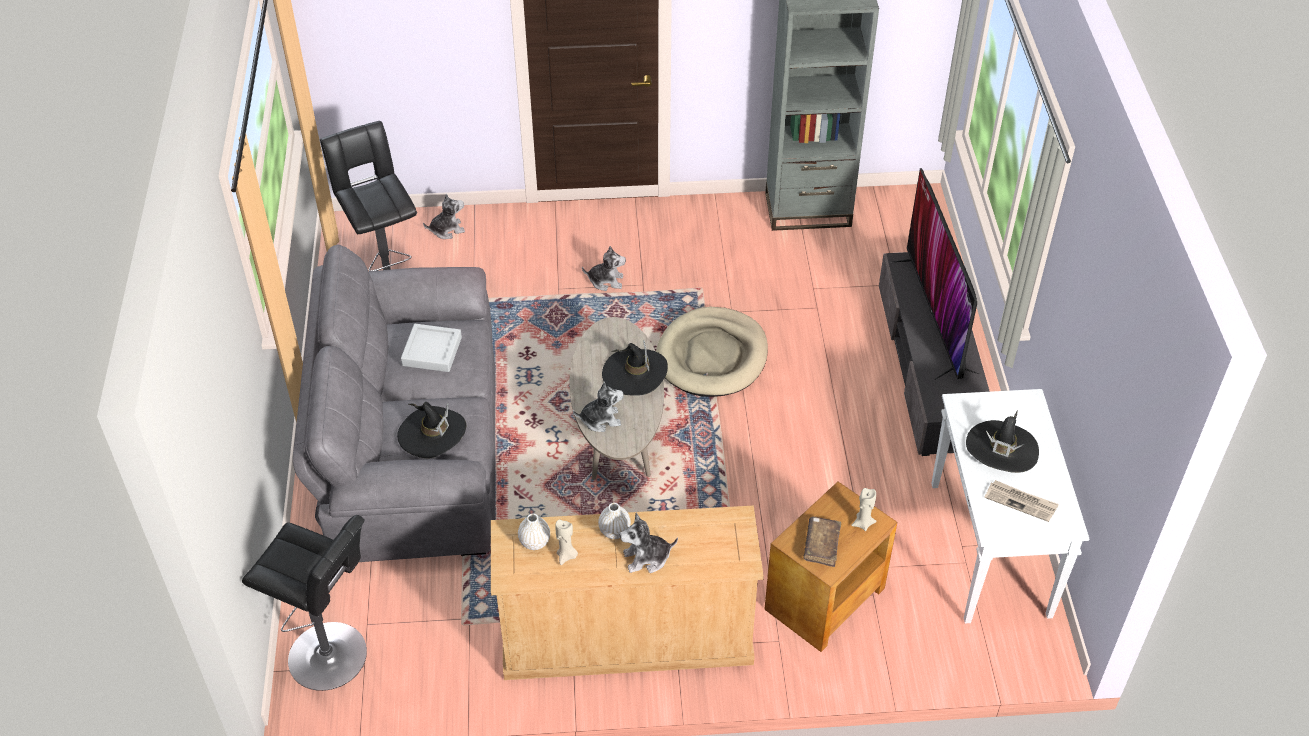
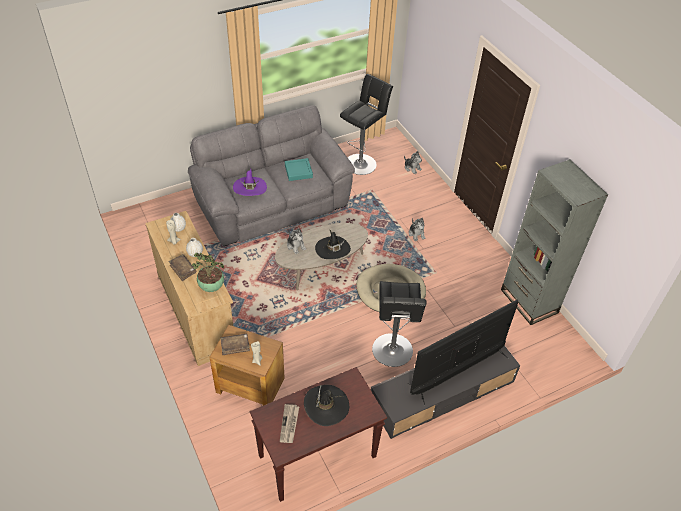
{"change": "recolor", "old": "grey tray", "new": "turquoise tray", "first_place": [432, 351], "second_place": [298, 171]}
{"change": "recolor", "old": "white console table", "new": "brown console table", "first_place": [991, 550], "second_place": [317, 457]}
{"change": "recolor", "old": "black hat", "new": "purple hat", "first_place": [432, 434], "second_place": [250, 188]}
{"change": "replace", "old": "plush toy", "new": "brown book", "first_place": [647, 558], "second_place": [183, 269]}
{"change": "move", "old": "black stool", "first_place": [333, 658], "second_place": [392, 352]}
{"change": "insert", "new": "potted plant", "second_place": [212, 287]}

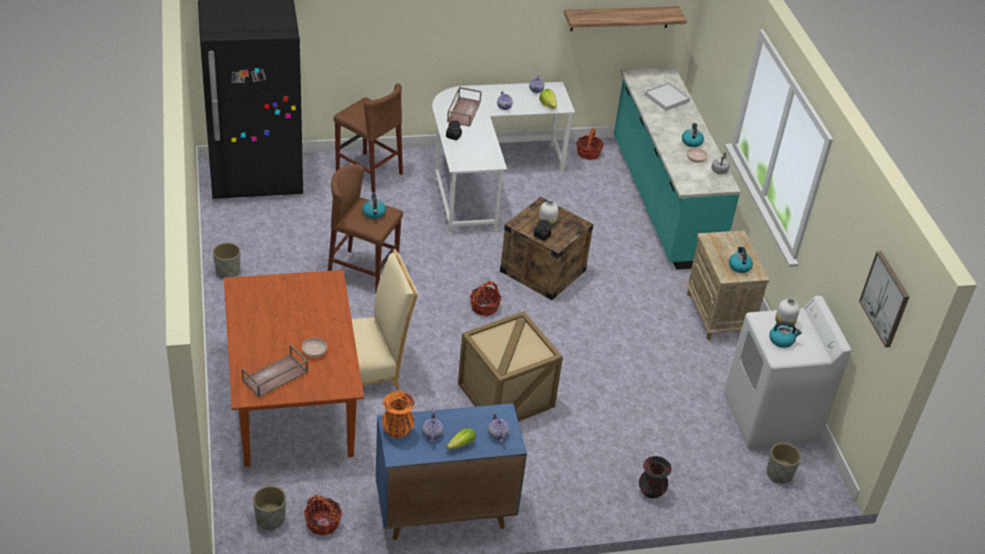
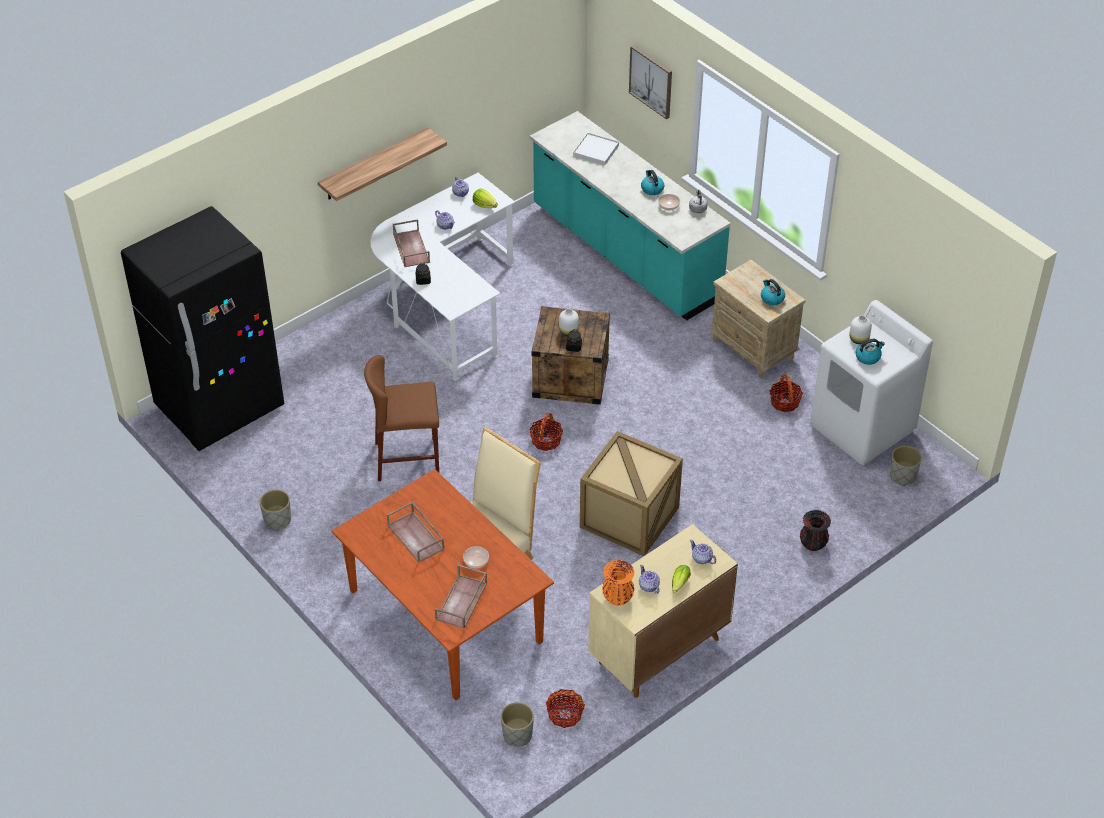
{"change": "move", "old": "shelf", "first_place": [620, 18], "second_place": [374, 164]}
{"change": "delete", "old": "brown stool", "first_place": [369, 172]}
{"change": "move", "old": "basket", "first_place": [588, 153], "second_place": [784, 402]}
{"change": "delete", "old": "kettle", "first_place": [374, 213]}
{"change": "move", "old": "picture", "first_place": [885, 299], "second_place": [651, 81]}
{"change": "recolor", "old": "blue cabinet", "new": "beige cabinet", "first_place": [443, 512], "second_place": [658, 651]}
{"change": "insert", "new": "brown tray", "second_place": [416, 537]}

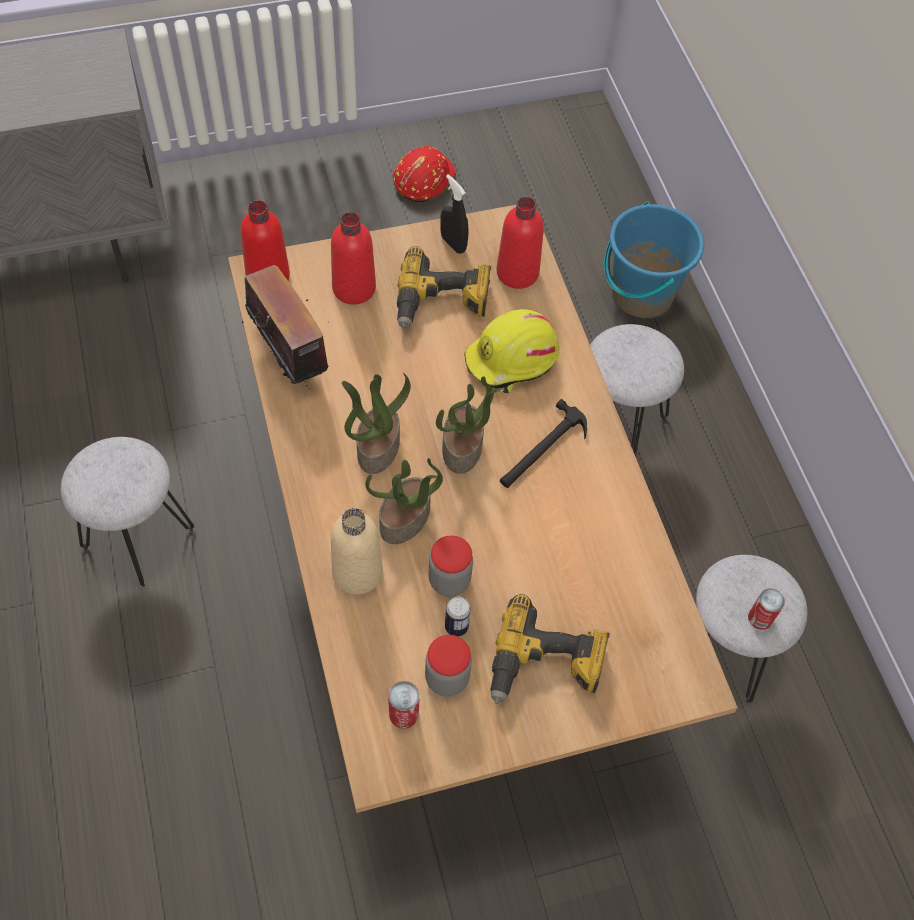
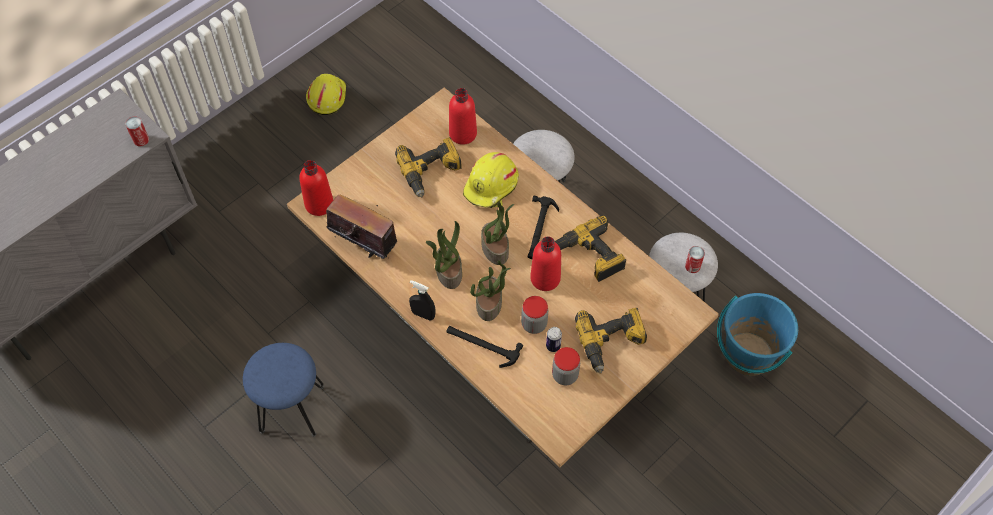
{"change": "recolor", "old": "red hard hat", "new": "yellow hard hat", "first_place": [423, 179], "second_place": [326, 97]}
{"change": "move", "old": "black spray bottle", "first_place": [453, 243], "second_place": [423, 314]}
{"change": "move", "old": "blue bucket", "first_place": [641, 294], "second_place": [748, 355]}
{"change": "move", "old": "red bottle", "first_place": [354, 288], "second_place": [545, 278]}
{"change": "recolor", "old": "grey stool", "new": "blue stool", "first_place": [138, 538], "second_place": [291, 408]}
{"change": "replace", "old": "beige bottle", "new": "hammer", "first_place": [357, 572], "second_place": [482, 345]}
{"change": "move", "old": "can", "first_place": [404, 714], "second_place": [141, 140]}
{"change": "insert", "new": "power drill", "second_place": [590, 256]}

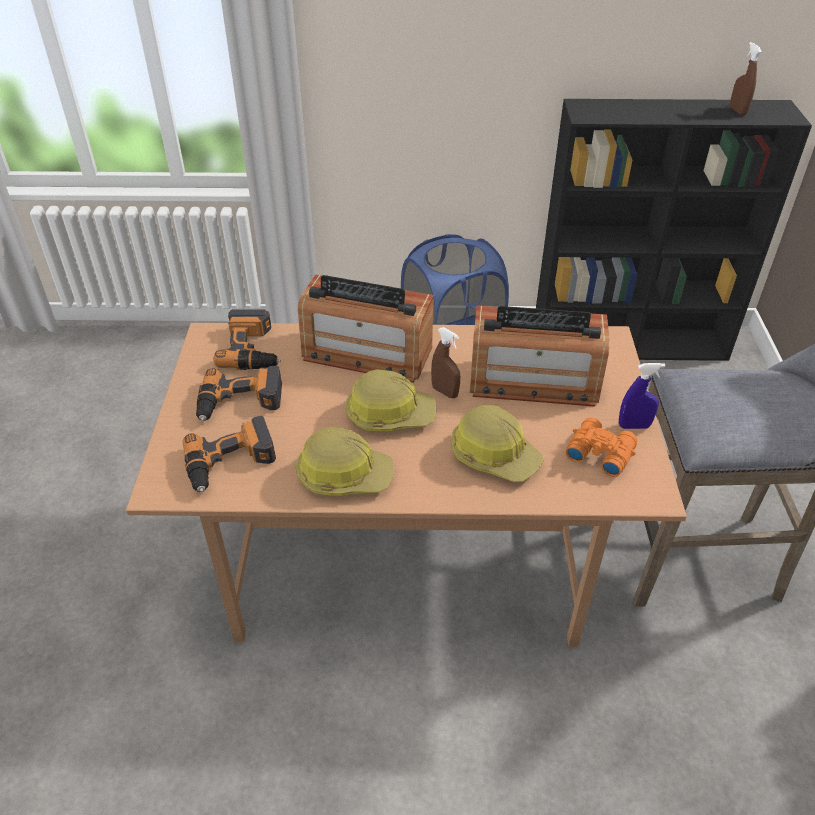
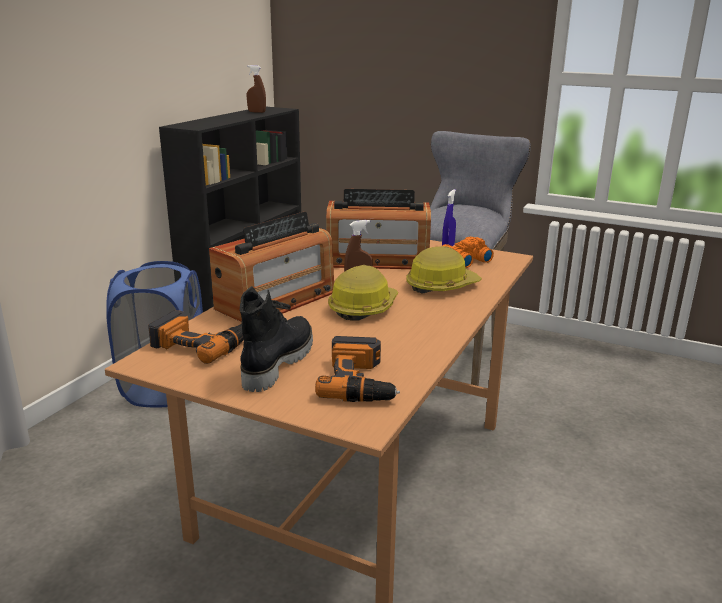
{"change": "rotate", "old": "radio", "first_place": [533, 381], "second_place": [377, 260], "degrees": 60}
{"change": "replace", "old": "power drill", "new": "black boot", "first_place": [240, 402], "second_place": [276, 363]}
{"change": "delete", "old": "hard hat", "first_place": [344, 474]}

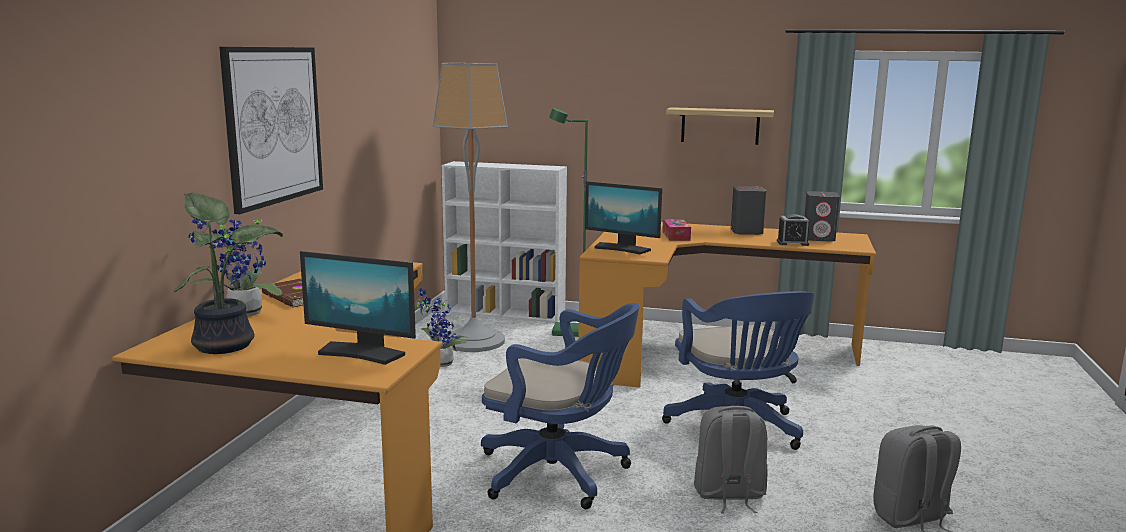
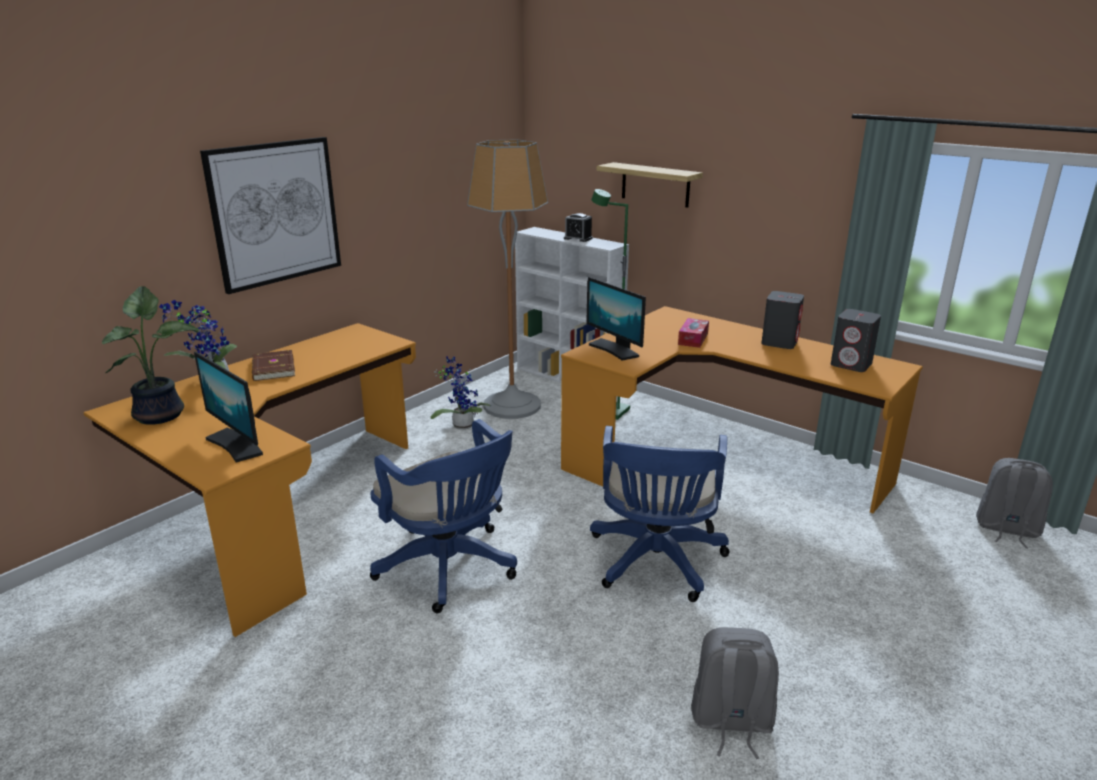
{"change": "move", "old": "shelf", "first_place": [720, 126], "second_place": [655, 184]}
{"change": "move", "old": "alarm clock", "first_place": [792, 243], "second_place": [578, 238]}
{"change": "move", "old": "grey backpack", "first_place": [729, 495], "second_place": [1006, 529]}

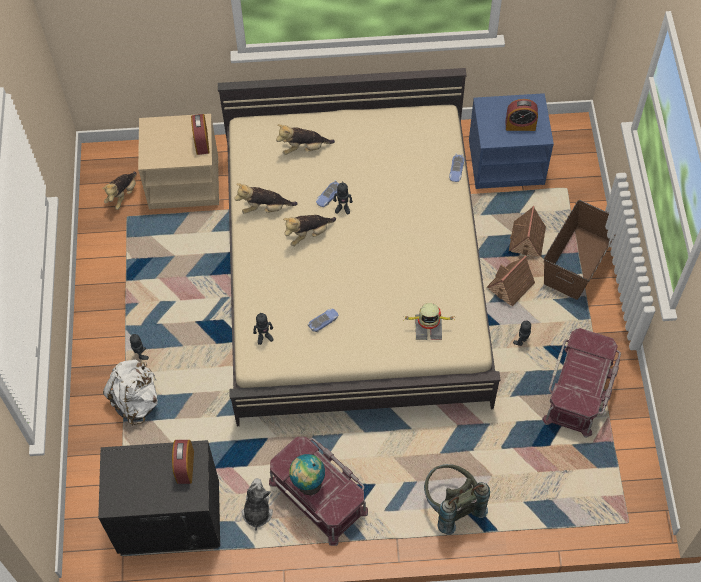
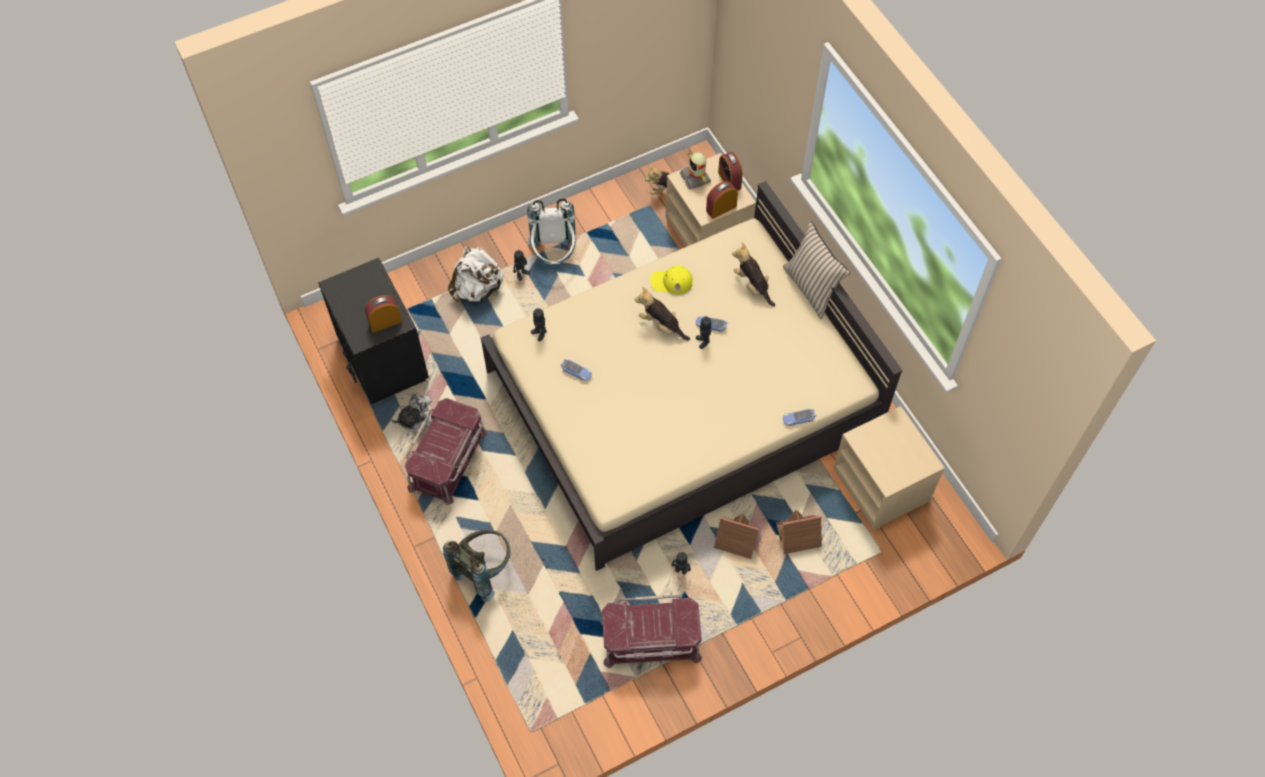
{"change": "recolor", "old": "blue nightstand", "new": "beige nightstand", "first_place": [506, 161], "second_place": [882, 485]}
{"change": "move", "old": "alarm clock", "first_place": [520, 125], "second_place": [729, 180]}
{"change": "replace", "old": "plush toy", "new": "yellow cap", "first_place": [265, 208], "second_place": [671, 282]}
{"change": "delete", "old": "brown storage box", "first_place": [576, 262]}
{"change": "move", "old": "toy robot", "first_place": [428, 327], "second_place": [696, 177]}
{"change": "delete", "old": "globe", "first_place": [307, 484]}
{"change": "insert", "new": "white backpack", "second_place": [554, 255]}
{"change": "insert", "new": "beige pillow", "second_place": [811, 288]}

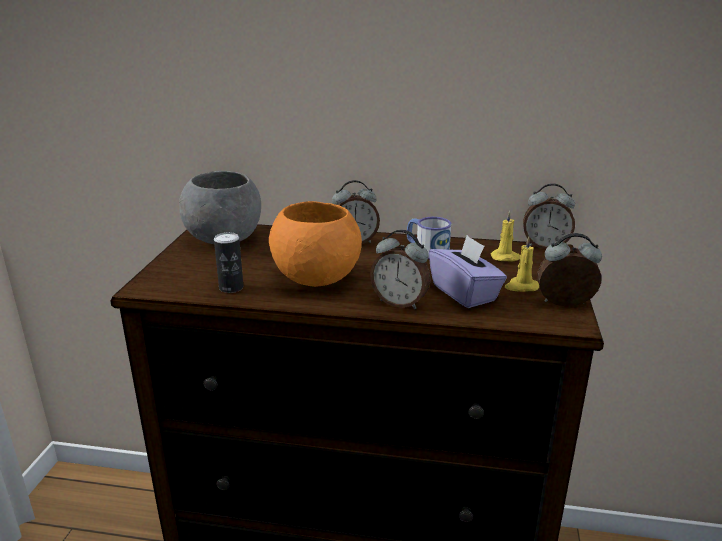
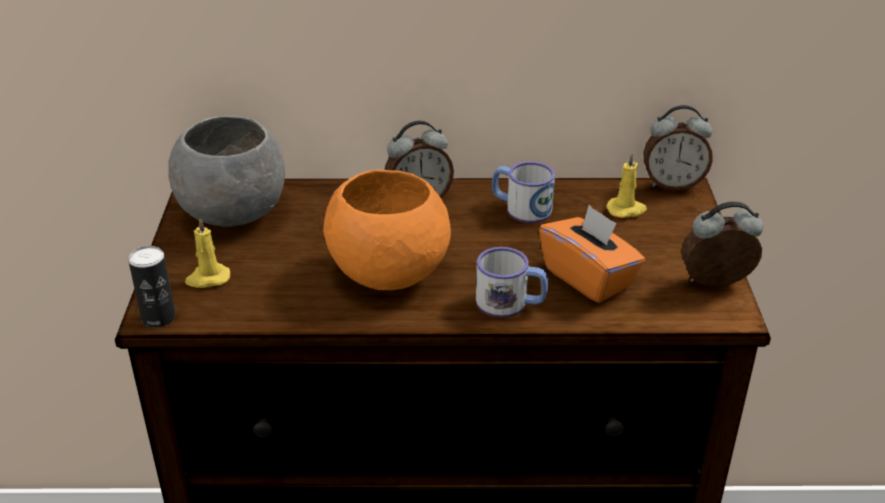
{"change": "replace", "old": "alarm clock", "new": "mug", "first_place": [400, 303], "second_place": [510, 303]}
{"change": "move", "old": "can", "first_place": [231, 287], "second_place": [158, 317]}
{"change": "recolor", "old": "purple tissue box", "new": "orange tissue box", "first_place": [465, 293], "second_place": [588, 277]}
{"change": "move", "old": "yellow candle", "first_place": [521, 287], "second_place": [207, 278]}

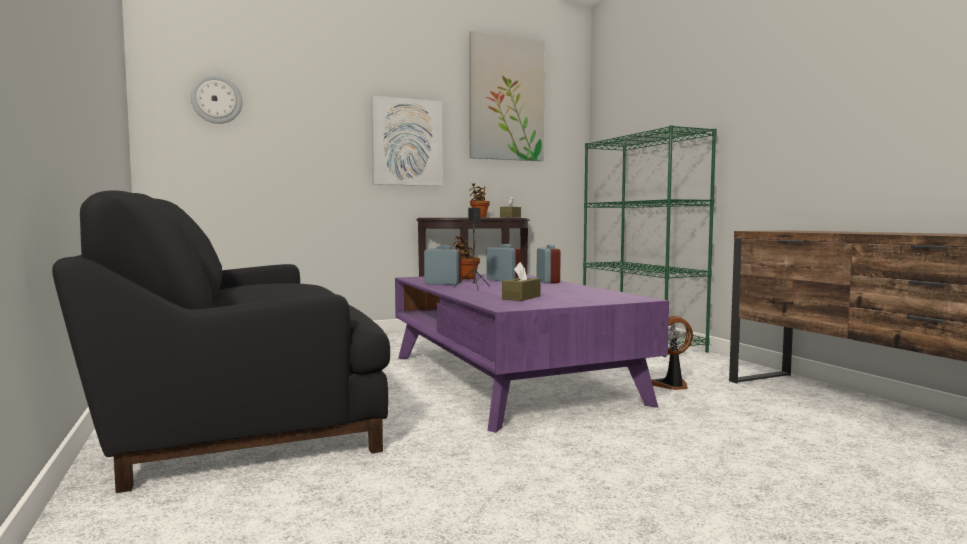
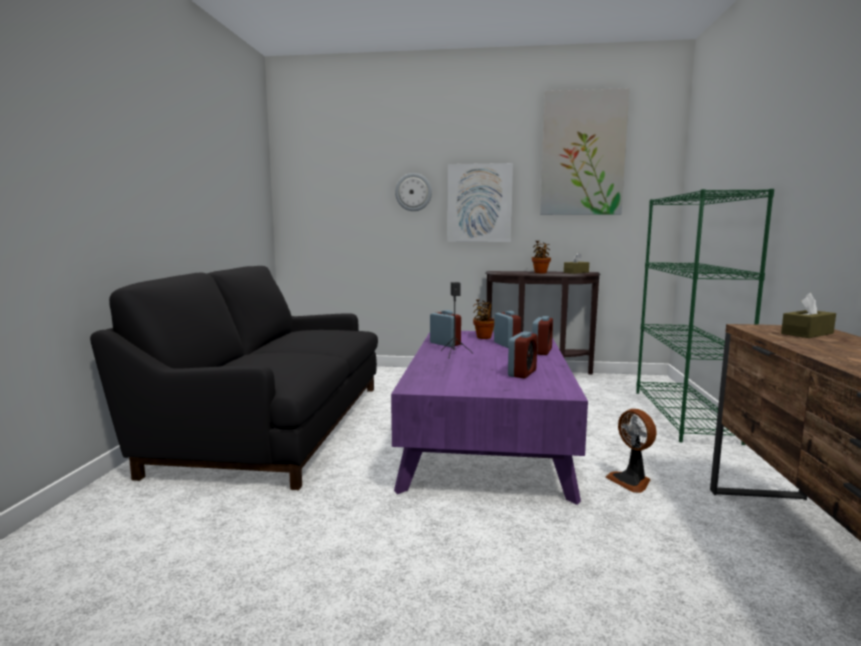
{"change": "move", "old": "wall clock", "first_place": [216, 99], "second_place": [413, 192]}
{"change": "move", "old": "brown tissue box", "first_place": [521, 297], "second_place": [807, 333]}
{"change": "rotate", "old": "fan", "first_place": [671, 386], "second_place": [631, 481], "degrees": -135}
{"change": "insert", "new": "alarm clock", "second_place": [522, 373]}

